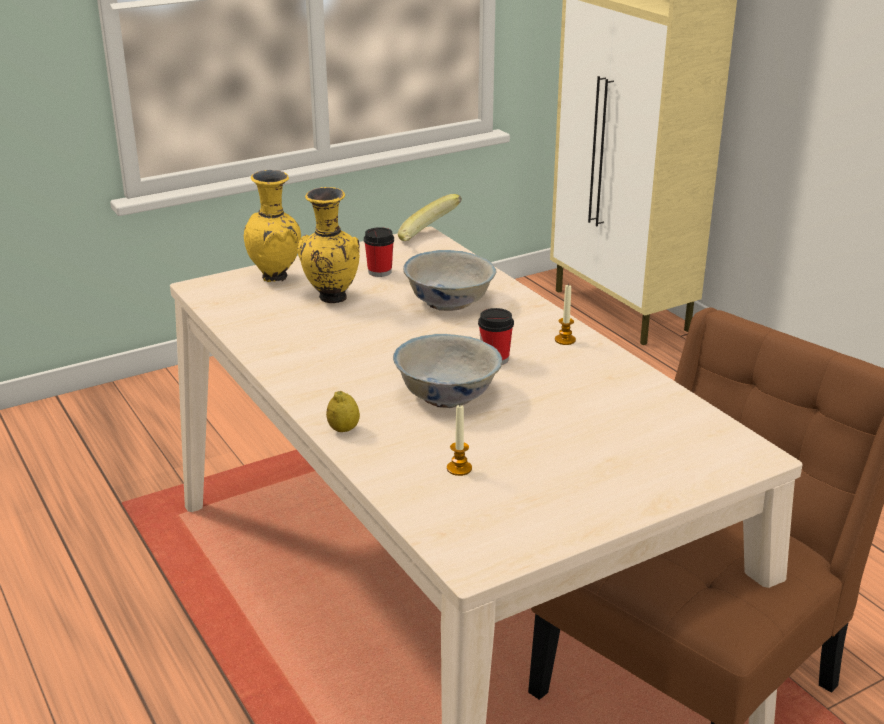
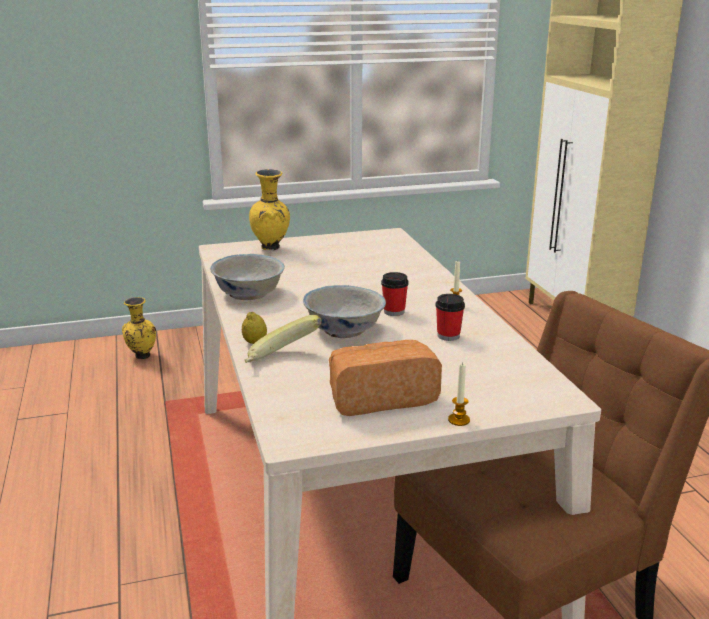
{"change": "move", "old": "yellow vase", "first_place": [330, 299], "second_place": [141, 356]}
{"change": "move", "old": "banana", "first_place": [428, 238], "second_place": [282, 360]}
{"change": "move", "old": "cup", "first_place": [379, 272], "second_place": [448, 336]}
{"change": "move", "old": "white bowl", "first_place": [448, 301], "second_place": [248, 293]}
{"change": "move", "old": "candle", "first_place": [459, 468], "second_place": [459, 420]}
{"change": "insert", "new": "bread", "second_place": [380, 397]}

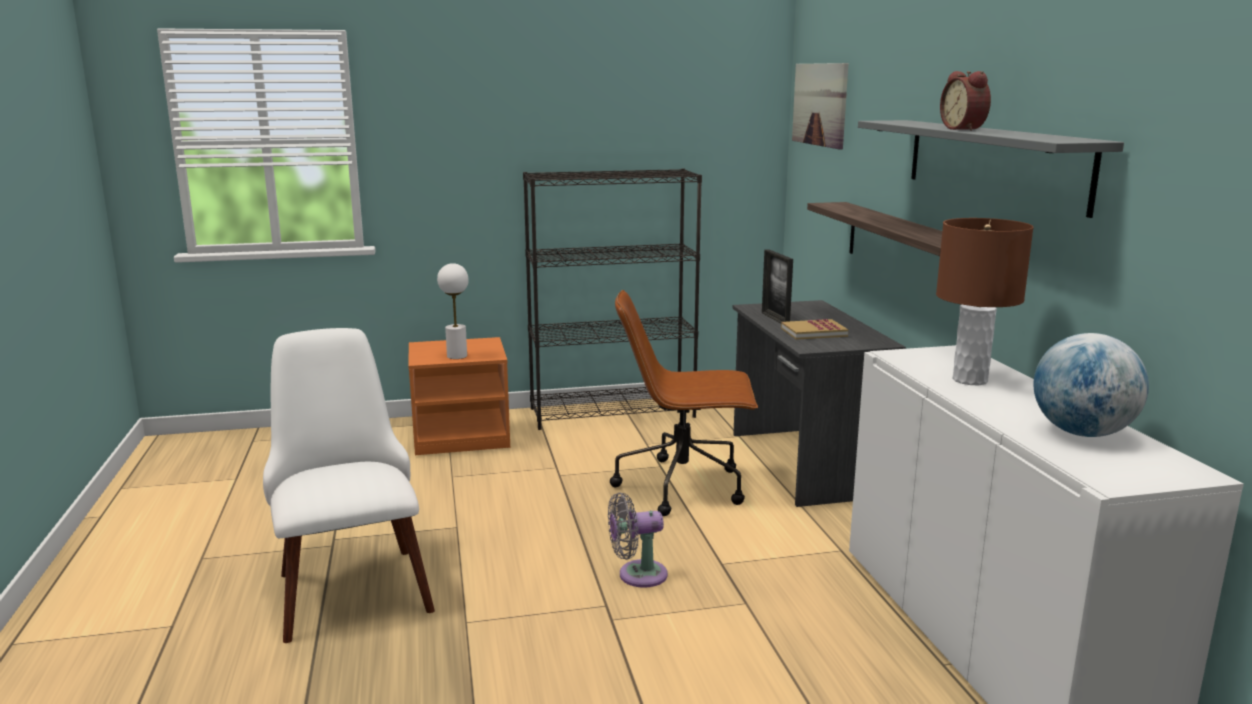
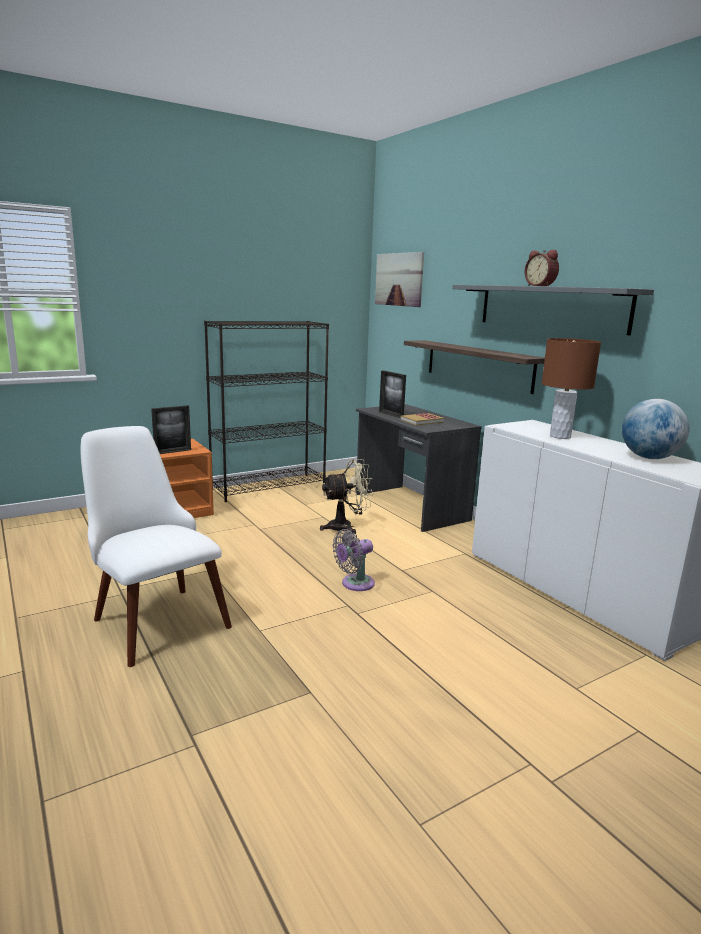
{"change": "replace", "old": "white table lamp", "new": "picture frame", "first_place": [457, 356], "second_place": [173, 452]}
{"change": "replace", "old": "brown office chair", "new": "beige fan", "first_place": [684, 486], "second_place": [346, 527]}

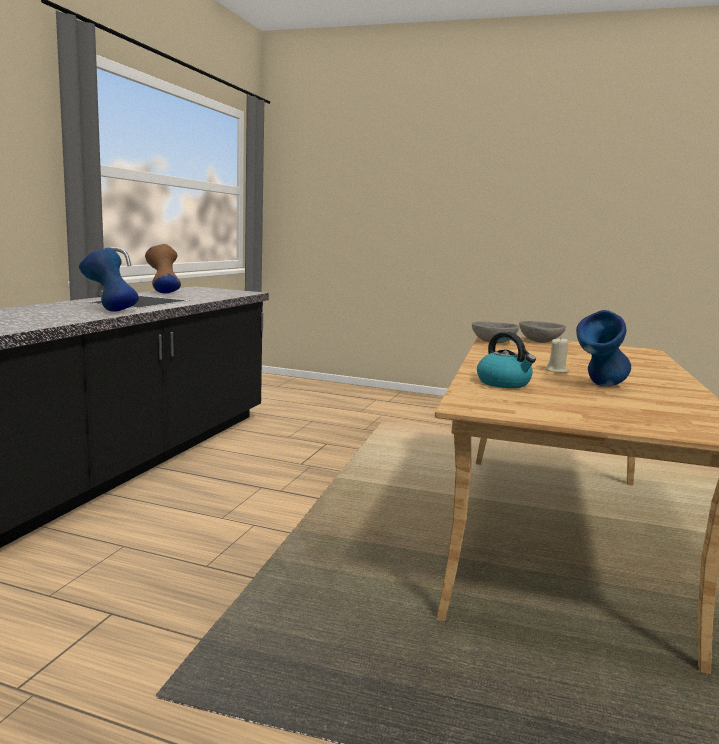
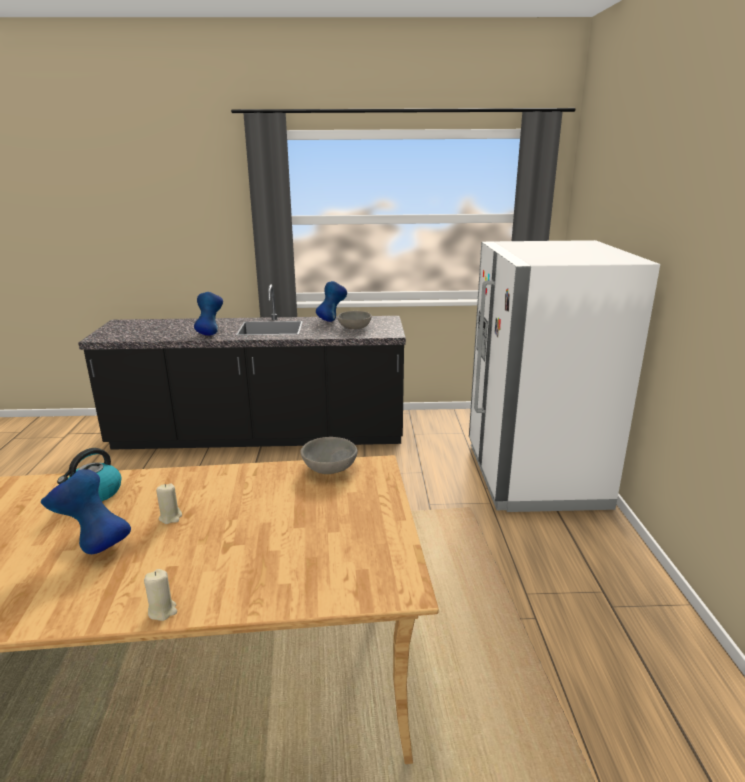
{"change": "recolor", "old": "brown vase", "new": "blue vase", "first_place": [163, 292], "second_place": [332, 320]}
{"change": "move", "old": "grey bowl", "first_place": [540, 342], "second_place": [354, 328]}
{"change": "insert", "new": "white fridge", "second_place": [534, 475]}
{"change": "insert", "new": "beige candle", "second_place": [162, 610]}

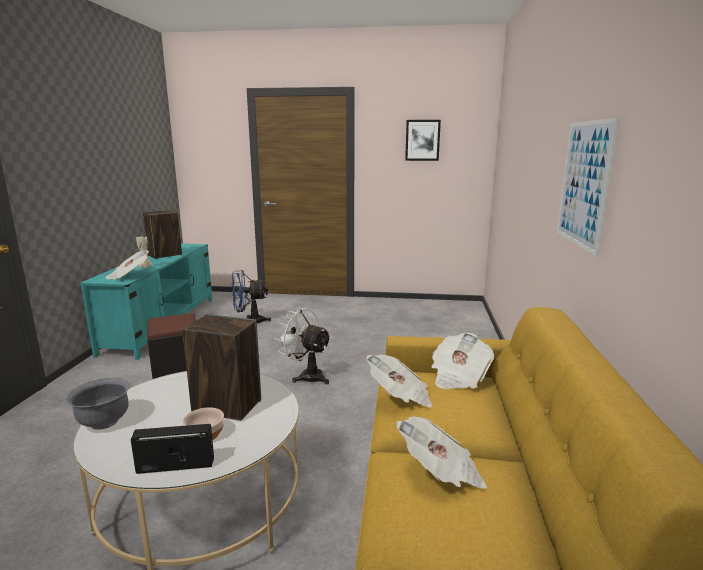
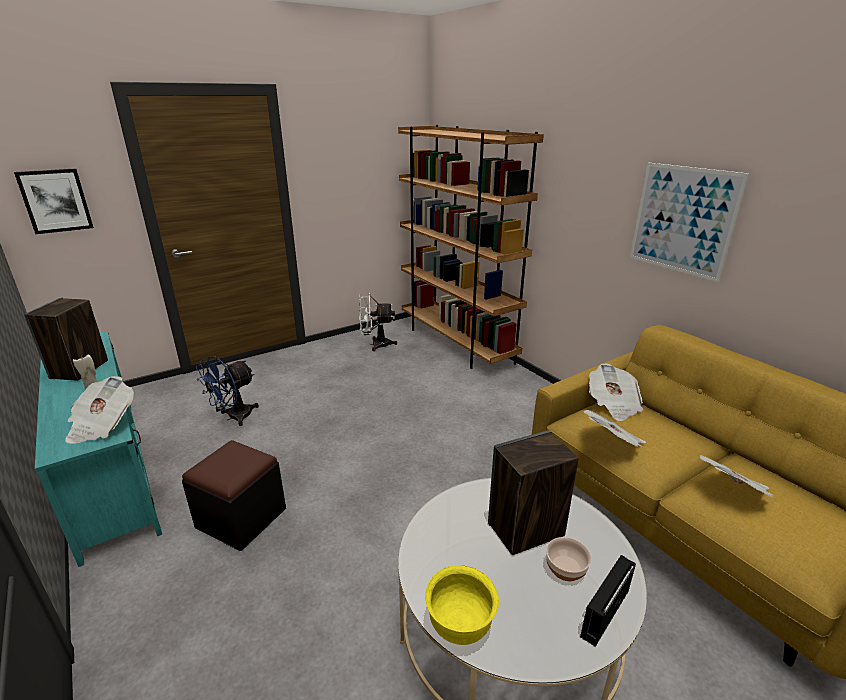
{"change": "move", "old": "picture", "first_place": [422, 140], "second_place": [55, 201]}
{"change": "move", "old": "white fan", "first_place": [307, 376], "second_place": [375, 344]}
{"change": "recolor", "old": "grey bowl", "new": "yellow bowl", "first_place": [103, 422], "second_place": [460, 625]}
{"change": "insert", "new": "brown bookcase", "second_place": [456, 343]}

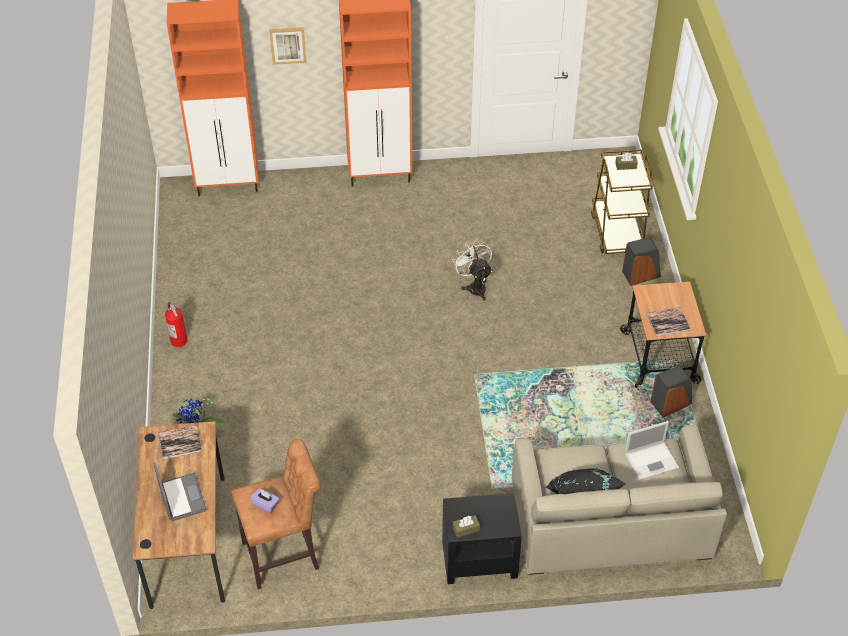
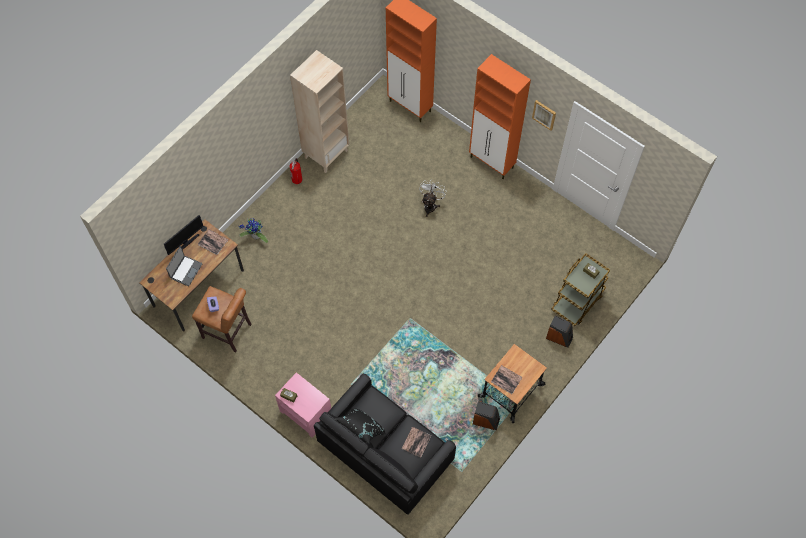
{"change": "move", "old": "picture", "first_place": [288, 45], "second_place": [544, 114]}
{"change": "move", "old": "white fan", "first_place": [474, 286], "second_place": [430, 205]}
{"change": "replace", "old": "laptop", "new": "book", "first_place": [652, 460], "second_place": [416, 442]}
{"change": "recolor", "old": "beige sofa", "new": "black sofa", "first_place": [609, 520], "second_place": [384, 450]}
{"change": "recolor", "old": "black side table", "new": "pink side table", "first_place": [478, 559], "second_place": [306, 412]}
{"change": "insert", "new": "beige bookcase", "second_place": [326, 153]}
{"change": "insert", "new": "monitor", "second_place": [186, 243]}

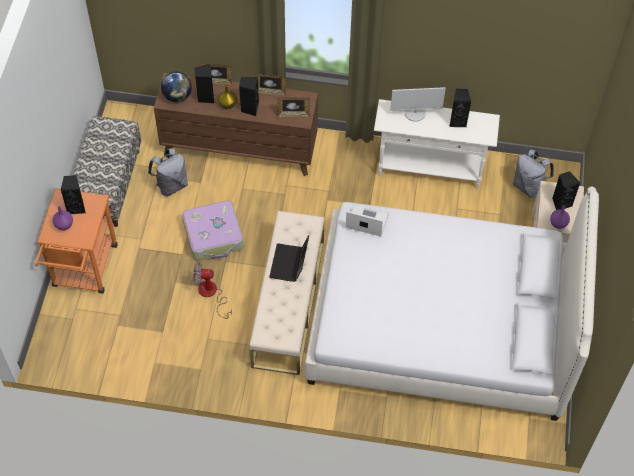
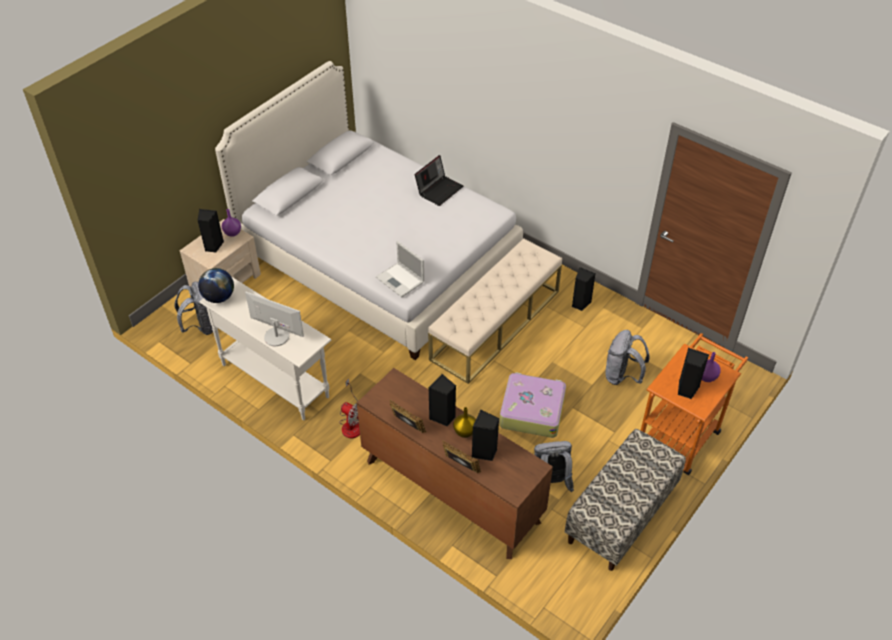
{"change": "move", "old": "globe", "first_place": [177, 96], "second_place": [219, 297]}
{"change": "move", "old": "black speaker", "first_place": [457, 121], "second_place": [580, 303]}
{"change": "delete", "old": "picture frame", "first_place": [293, 114]}
{"change": "move", "old": "laptop", "first_place": [289, 264], "second_place": [439, 189]}
{"change": "move", "old": "fan", "first_place": [211, 294], "second_place": [351, 423]}
{"change": "insert", "new": "grey backpack", "second_place": [622, 376]}

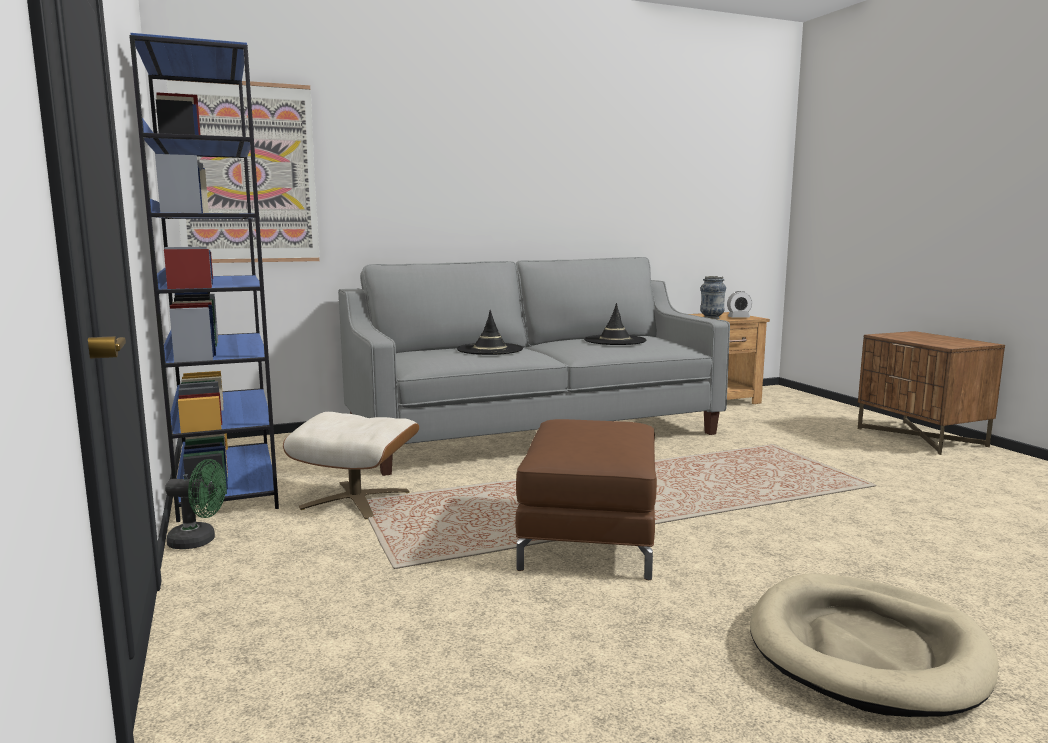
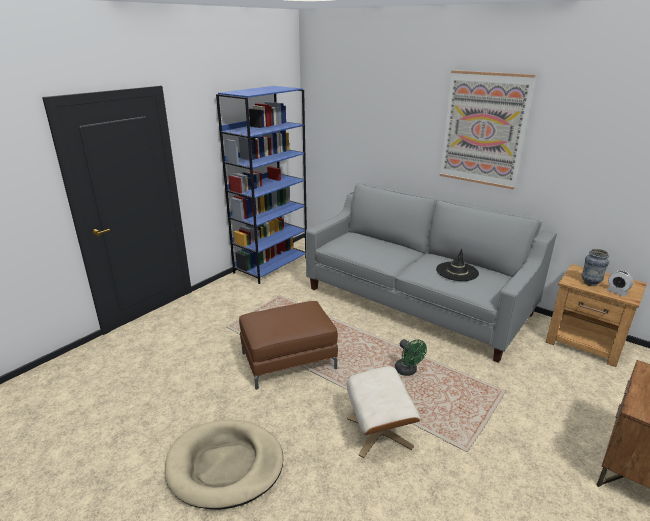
{"change": "move", "old": "picture", "first_place": [247, 173], "second_place": [483, 129]}
{"change": "delete", "old": "black hat", "first_place": [490, 349]}
{"change": "move", "old": "beige ottoman", "first_place": [356, 499], "second_place": [379, 432]}
{"change": "move", "old": "green fan", "first_place": [199, 541], "second_place": [408, 371]}

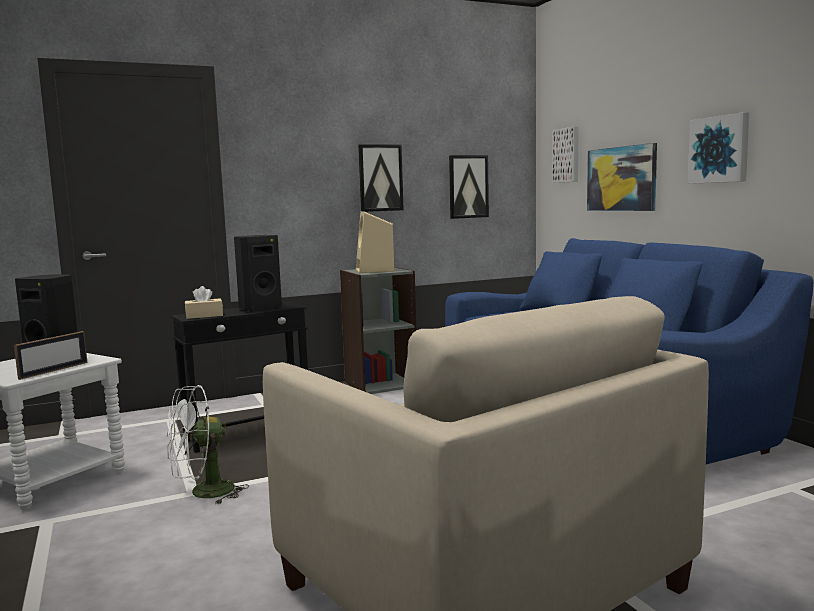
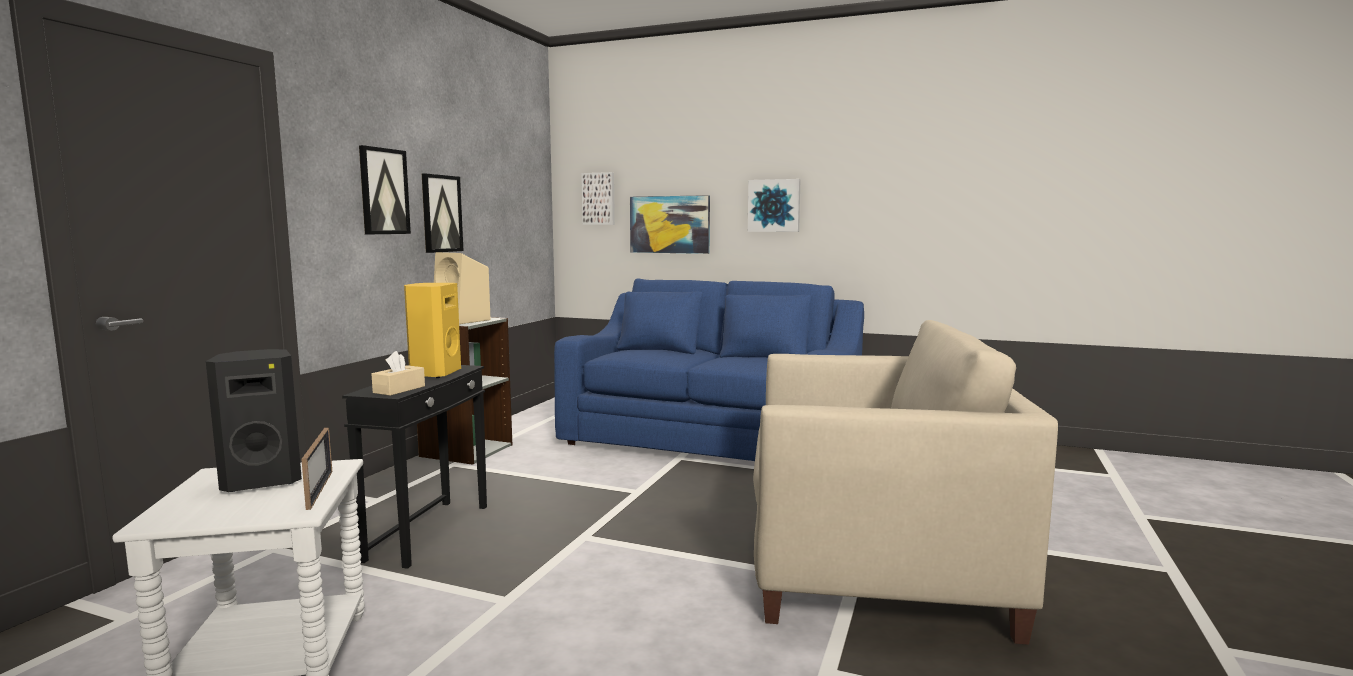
{"change": "move", "old": "picture", "first_place": [468, 186], "second_place": [383, 191]}
{"change": "recolor", "old": "black speaker", "new": "yellow speaker", "first_place": [259, 308], "second_place": [434, 373]}
{"change": "delete", "old": "white fan", "first_place": [203, 493]}

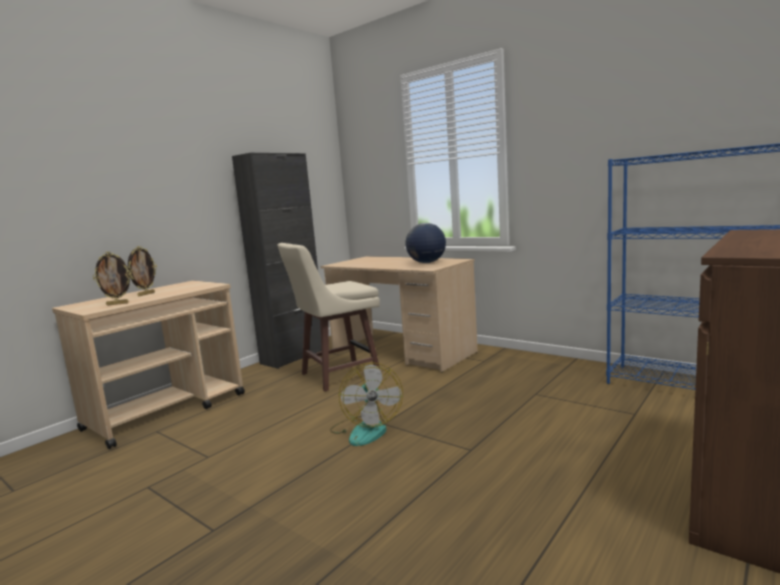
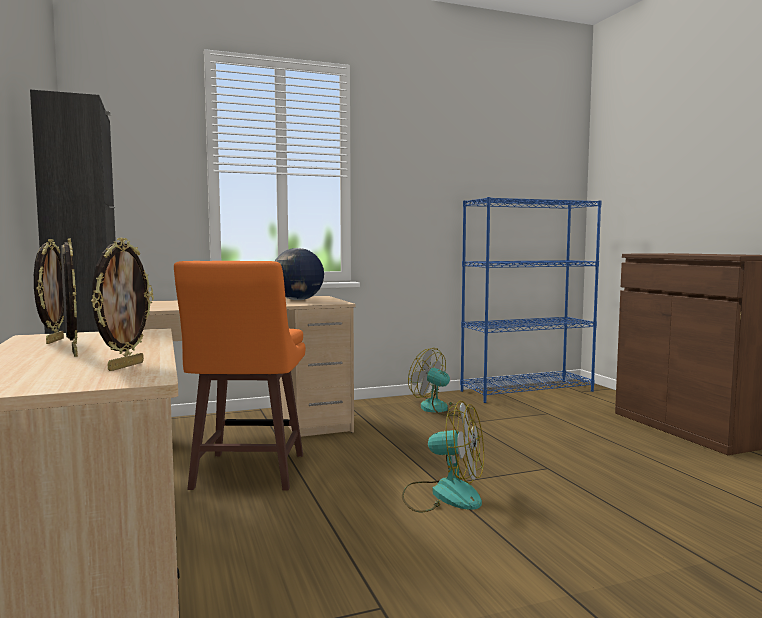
{"change": "recolor", "old": "beige stool", "new": "orange stool", "first_place": [338, 375], "second_place": [247, 473]}
{"change": "insert", "new": "picture frame", "second_place": [53, 341]}
{"change": "insert", "new": "fan", "second_place": [440, 409]}

